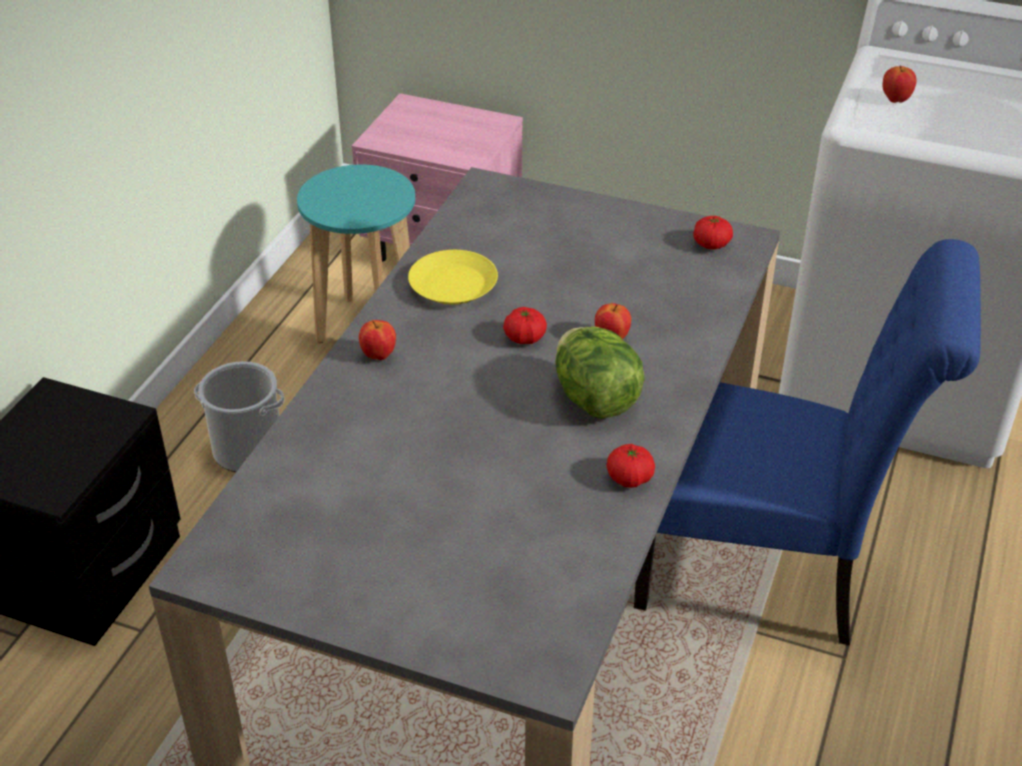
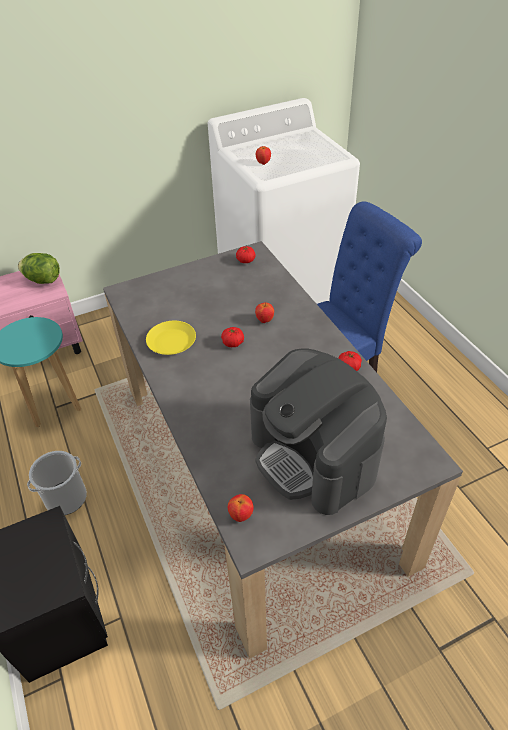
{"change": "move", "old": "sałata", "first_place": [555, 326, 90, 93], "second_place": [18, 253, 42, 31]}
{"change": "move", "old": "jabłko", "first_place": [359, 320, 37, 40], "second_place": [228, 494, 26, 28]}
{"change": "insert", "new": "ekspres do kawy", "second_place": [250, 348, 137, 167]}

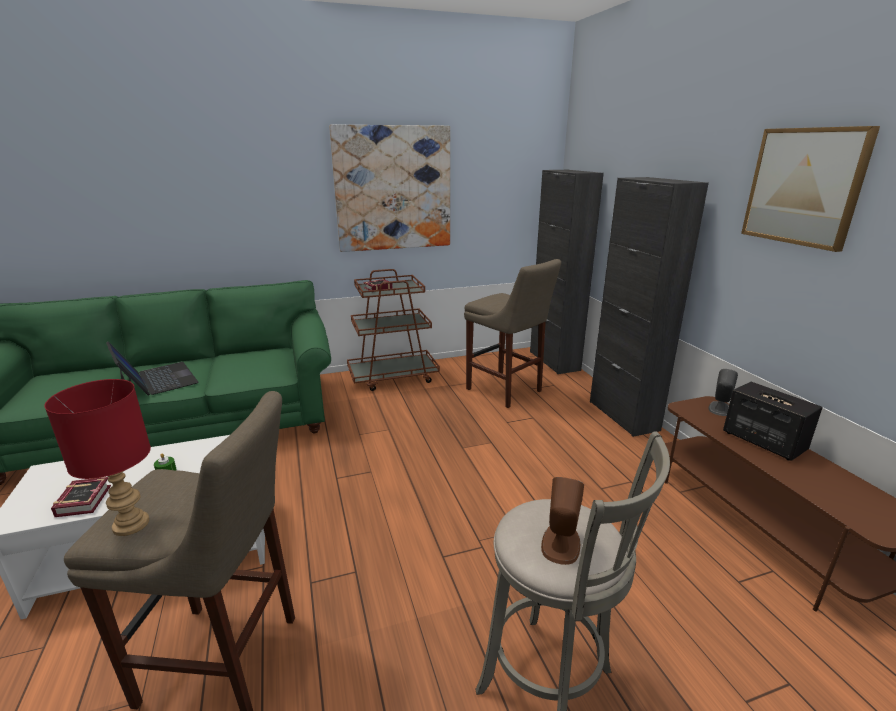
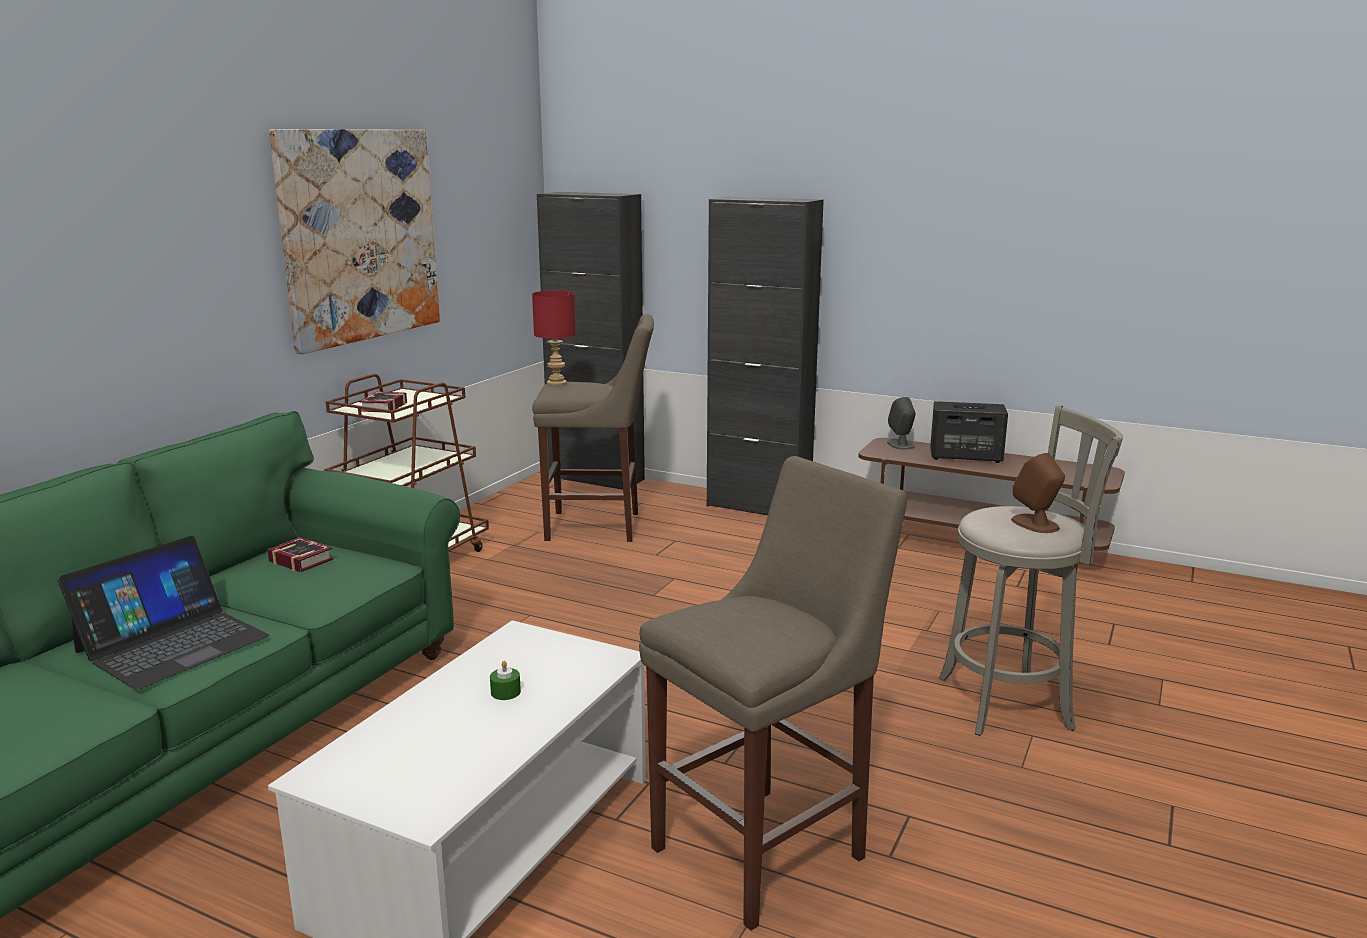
{"change": "rotate", "old": "laptop", "first_place": [106, 342, 93, 53], "second_place": [57, 536, 213, 154], "degrees": 120}
{"change": "move", "old": "książka", "first_place": [51, 477, 60, 40], "second_place": [267, 537, 66, 35]}
{"change": "move", "old": "lampa stołowa/czerwony", "first_place": [45, 379, 106, 157], "second_place": [532, 290, 44, 96]}
{"change": "delete", "old": "obraz", "first_place": [741, 126, 139, 126]}

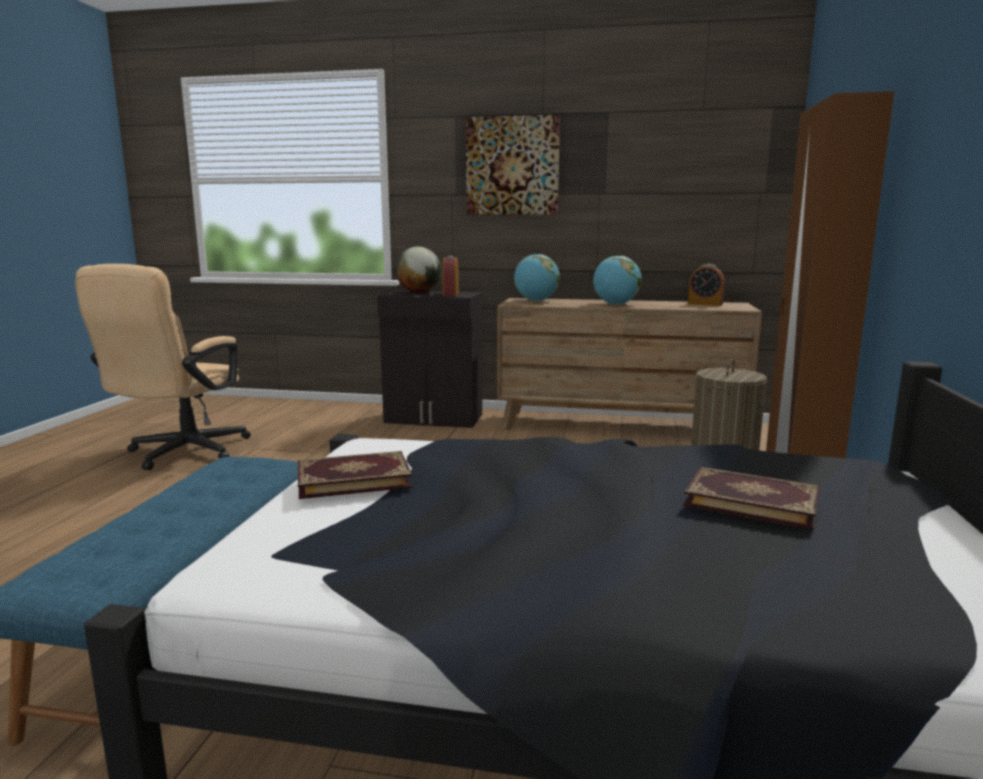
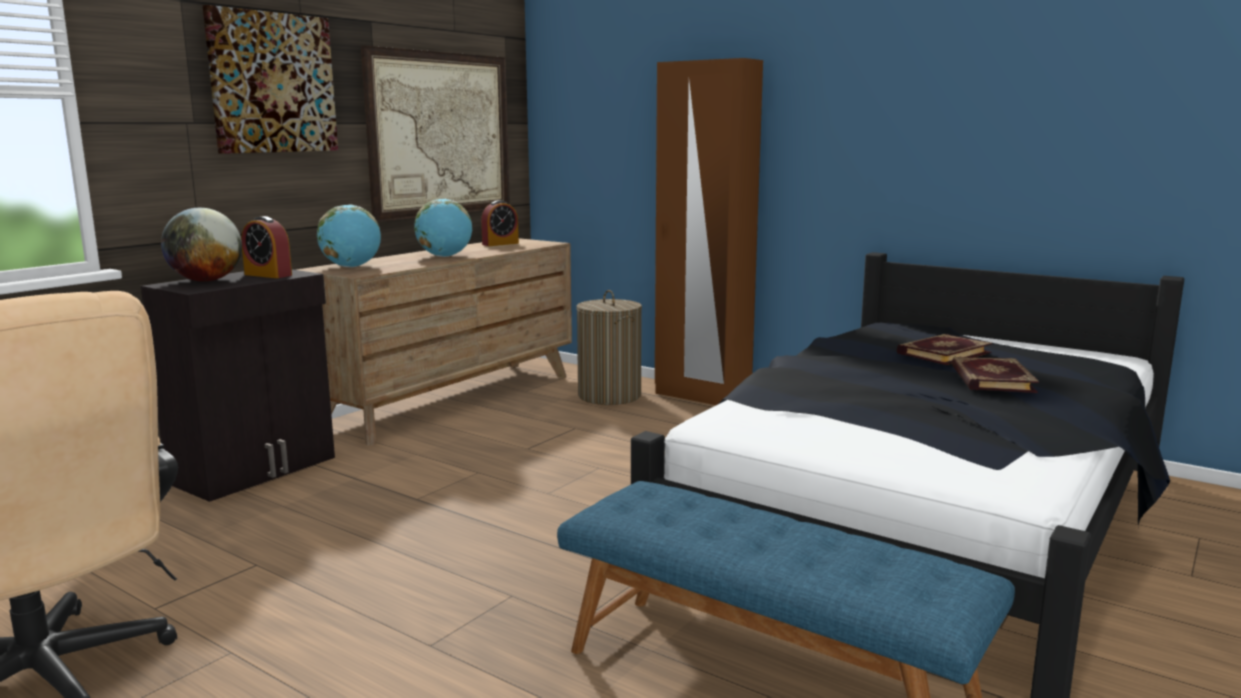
{"change": "insert", "new": "obraz", "second_place": [361, 45, 149, 177]}
{"change": "move", "old": "książka", "first_place": [298, 451, 114, 48], "second_place": [952, 356, 87, 37]}

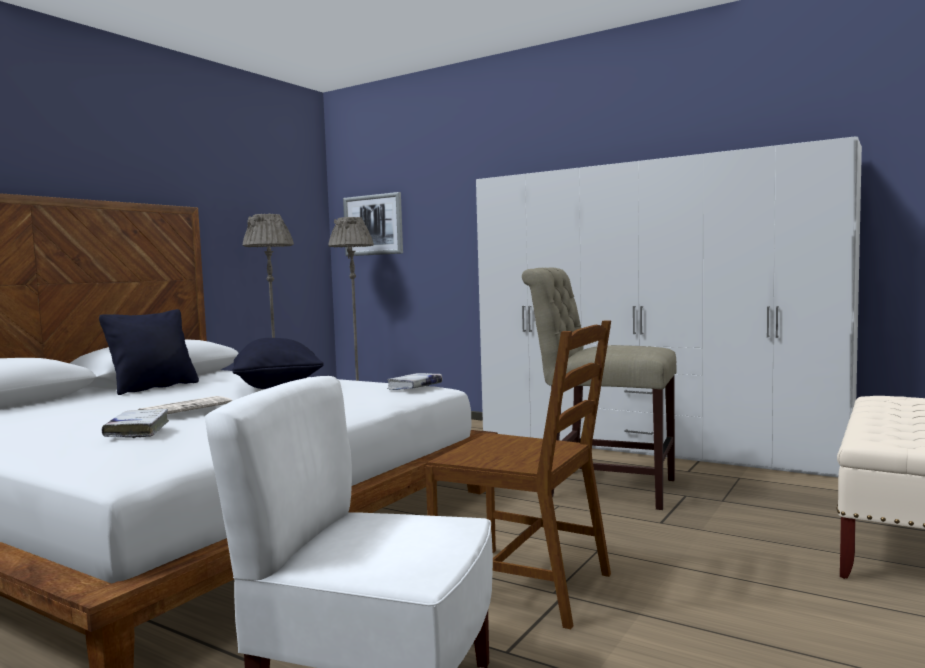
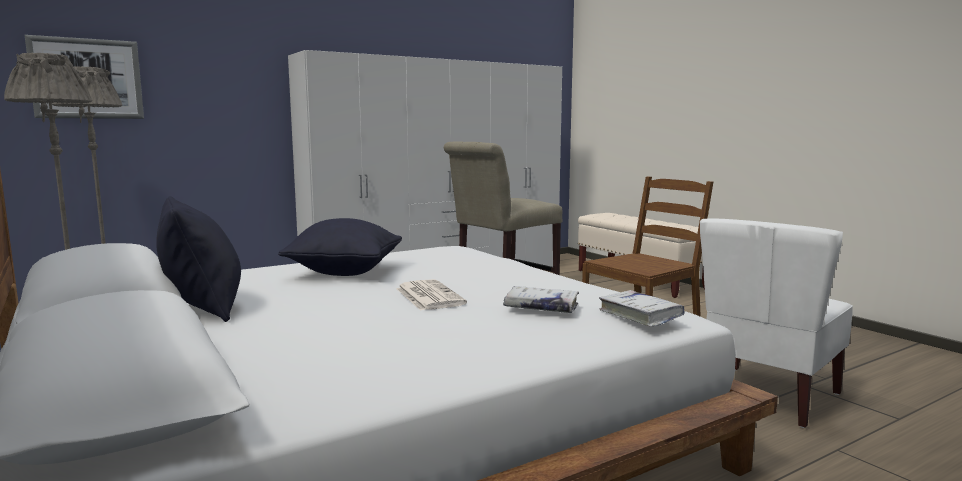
{"change": "move", "old": "książka/biały", "first_place": [387, 373, 55, 17], "second_place": [599, 290, 86, 37]}

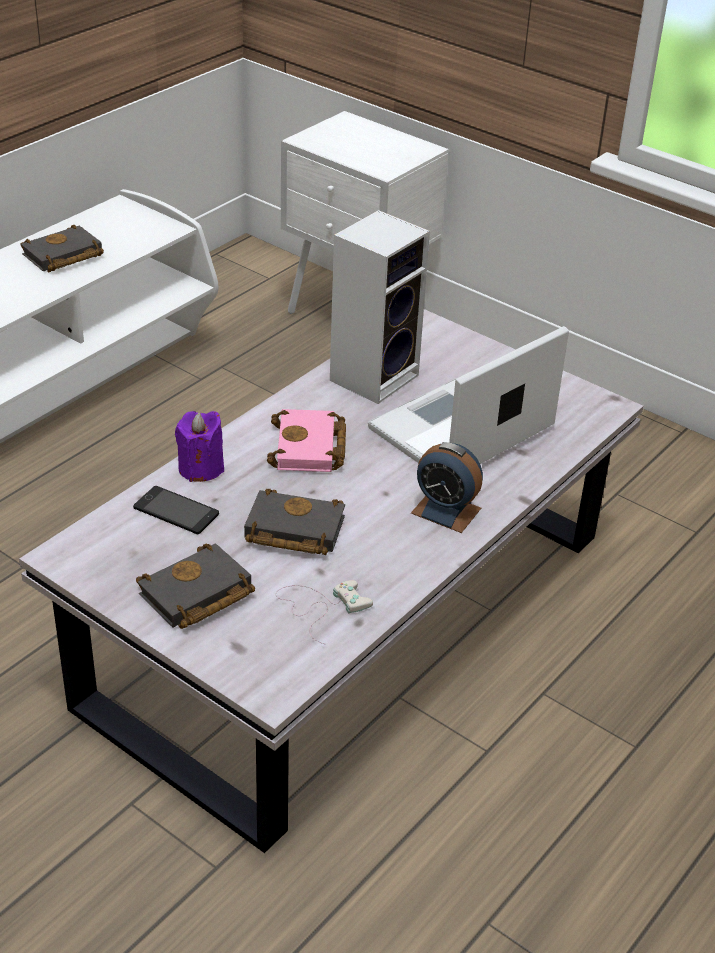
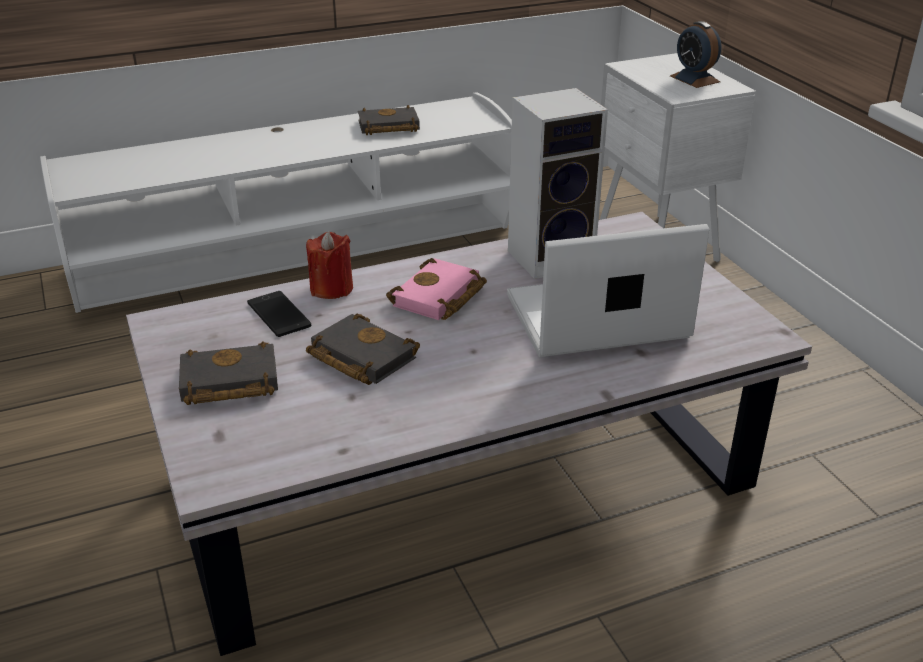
{"change": "recolor", "old": "świeca/fioletowy", "new": "świeca/czerwony", "first_place": [175, 411, 49, 71], "second_place": [306, 231, 47, 68]}
{"change": "move", "old": "budzik", "first_place": [411, 442, 72, 91], "second_place": [670, 21, 52, 67]}
{"change": "delete", "old": "pad do gier/biały", "first_place": [275, 580, 98, 64]}

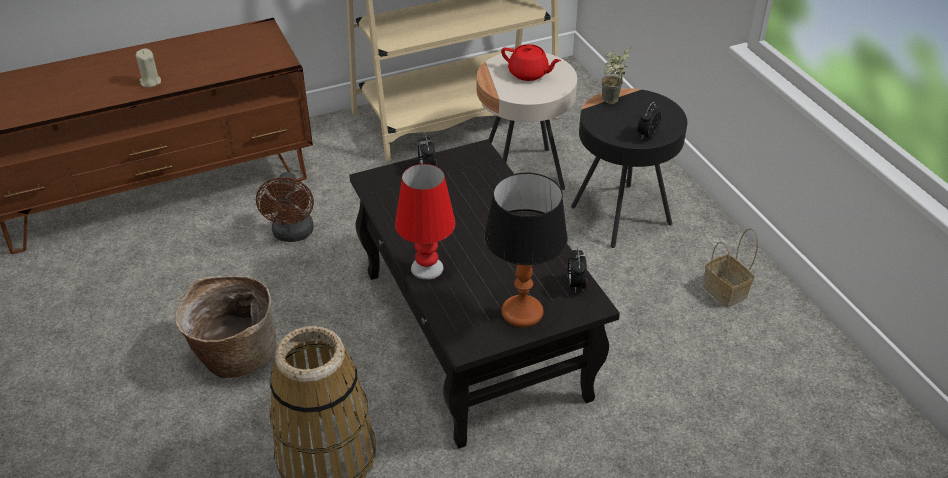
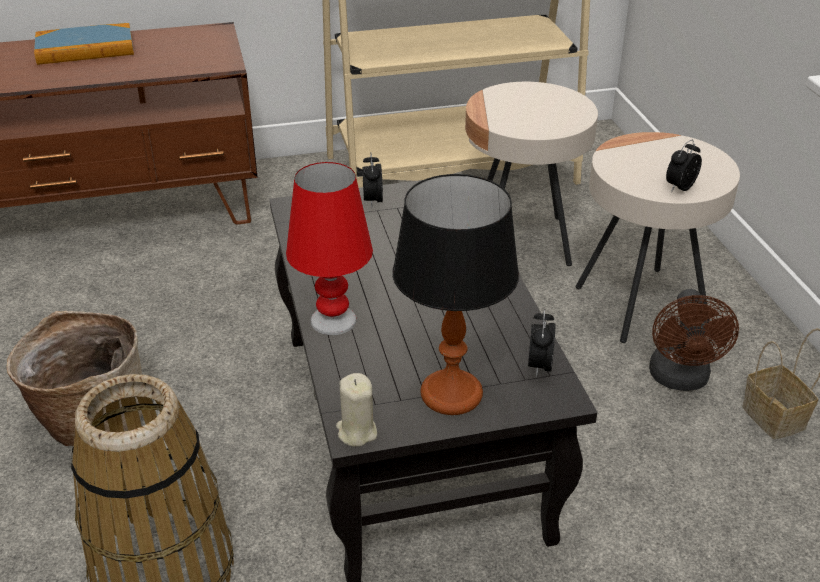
{"change": "insert", "new": "książka", "second_place": [34, 23, 100, 42]}
{"change": "move", "old": "świeca/beżowy", "first_place": [136, 49, 25, 39], "second_place": [336, 373, 41, 74]}
{"change": "recolor", "old": "stolik/czarny", "new": "stolik/beżowy", "first_place": [571, 88, 116, 160], "second_place": [576, 132, 164, 211]}
{"change": "move", "old": "wentylator/brązowy", "first_place": [256, 172, 58, 70], "second_place": [649, 289, 90, 102]}
{"change": "delete", "old": "imbryk/czerwony", "first_place": [501, 44, 60, 37]}
{"change": "delete", "old": "roślina doniczkowa", "first_place": [601, 47, 31, 57]}

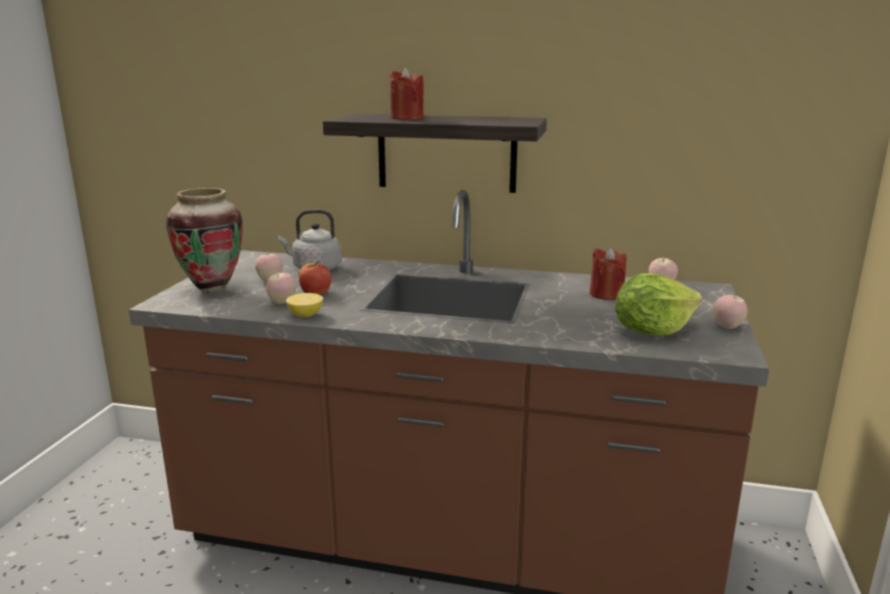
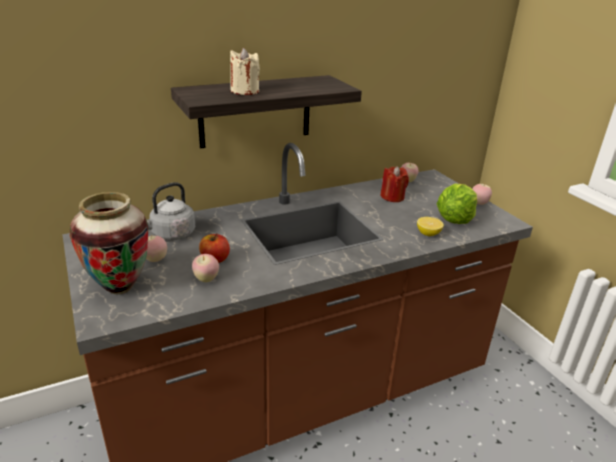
{"change": "recolor", "old": "świeca/czerwony", "new": "świeca/beżowy", "first_place": [390, 67, 34, 53], "second_place": [230, 48, 30, 47]}
{"change": "move", "old": "cytryna", "first_place": [286, 293, 37, 24], "second_place": [417, 217, 27, 19]}

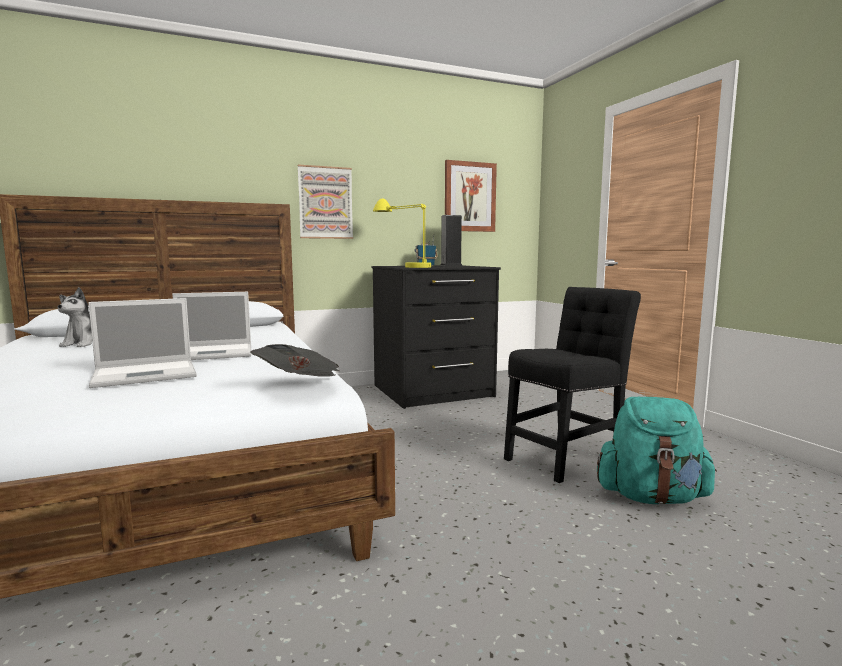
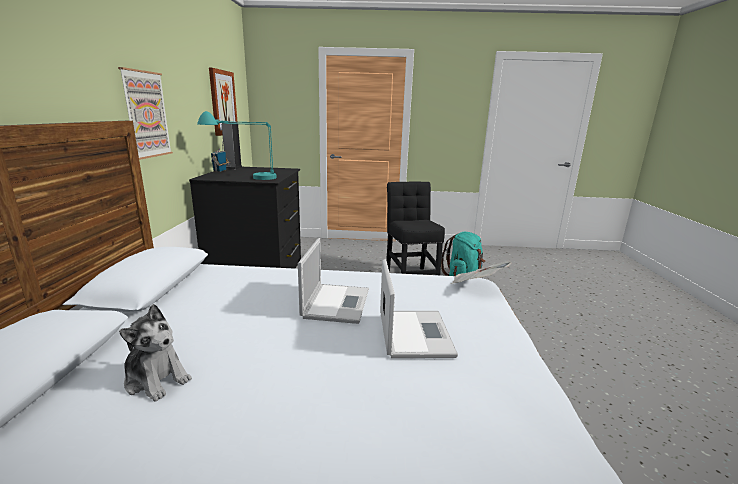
{"change": "recolor", "old": "lampa stołowa/żółty", "new": "lampa stołowa/turkusowy", "first_place": [373, 198, 58, 70], "second_place": [197, 111, 80, 69]}

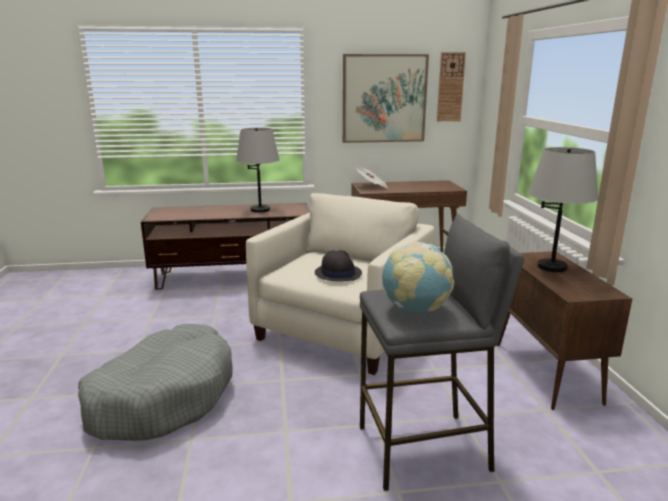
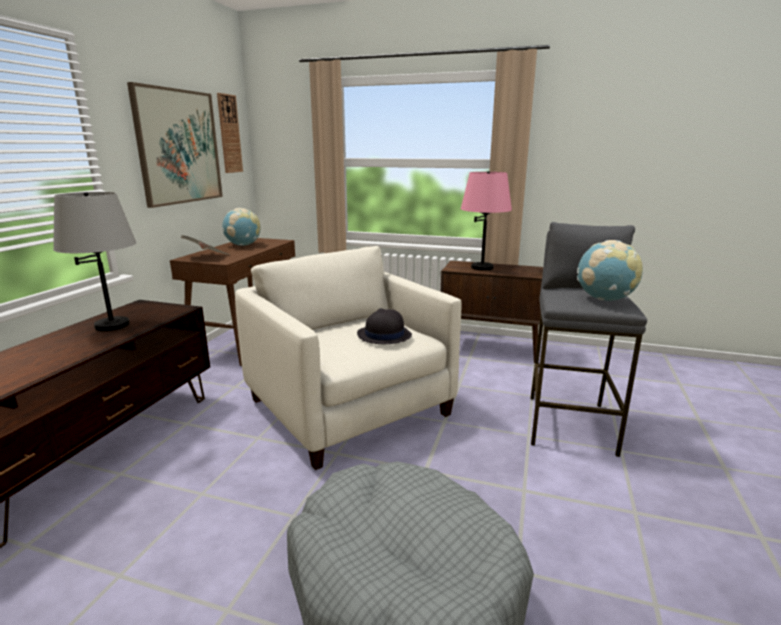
{"change": "insert", "new": "globus", "second_place": [222, 208, 39, 38]}
{"change": "recolor", "old": "lampa stołowa/szary", "new": "lampa stołowa/różowy", "first_place": [528, 147, 70, 125], "second_place": [461, 171, 51, 100]}

